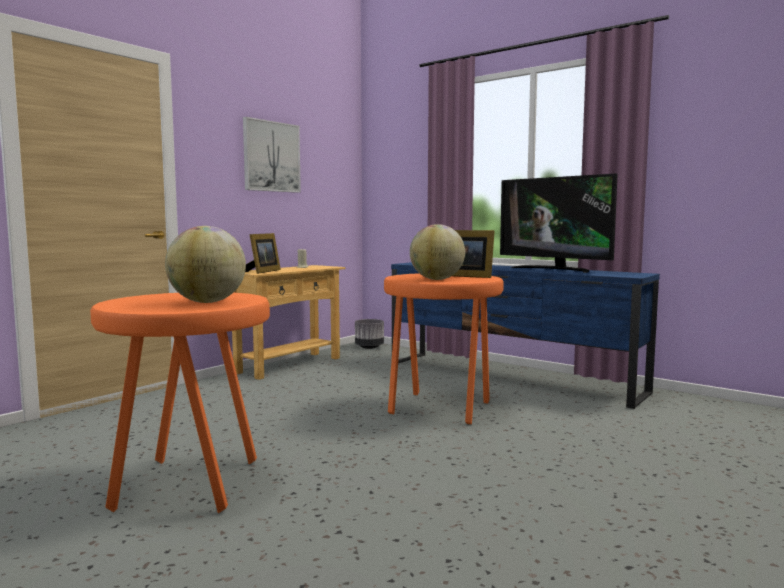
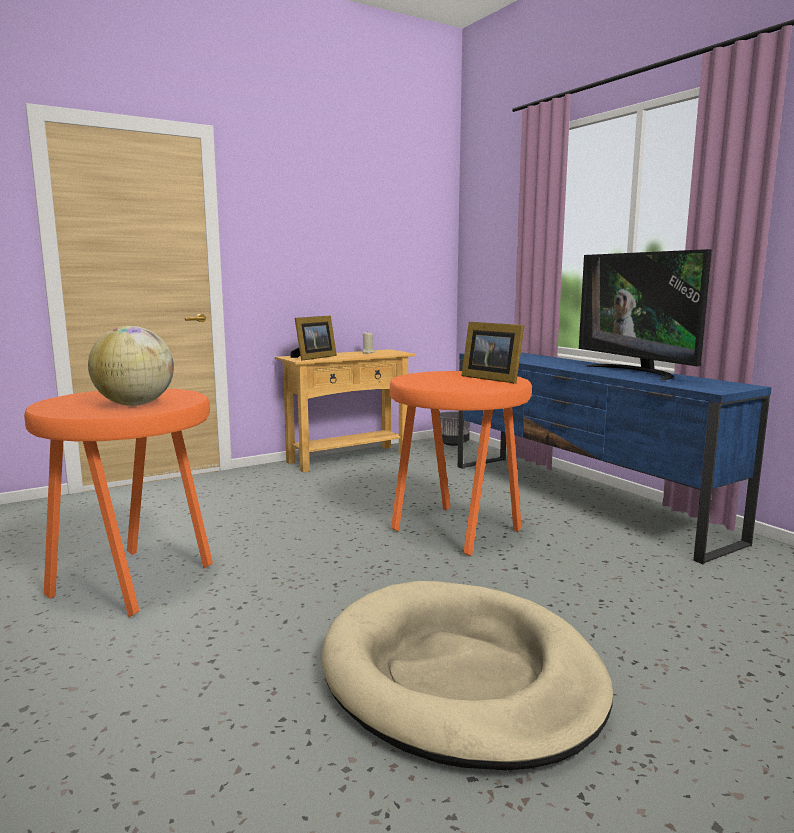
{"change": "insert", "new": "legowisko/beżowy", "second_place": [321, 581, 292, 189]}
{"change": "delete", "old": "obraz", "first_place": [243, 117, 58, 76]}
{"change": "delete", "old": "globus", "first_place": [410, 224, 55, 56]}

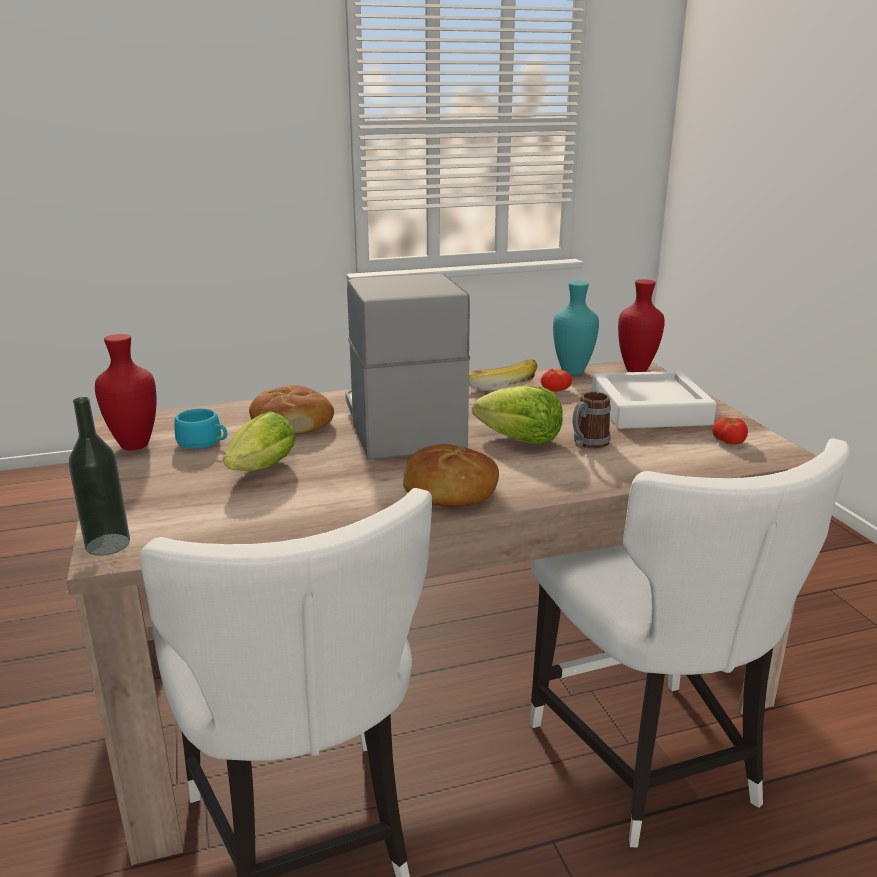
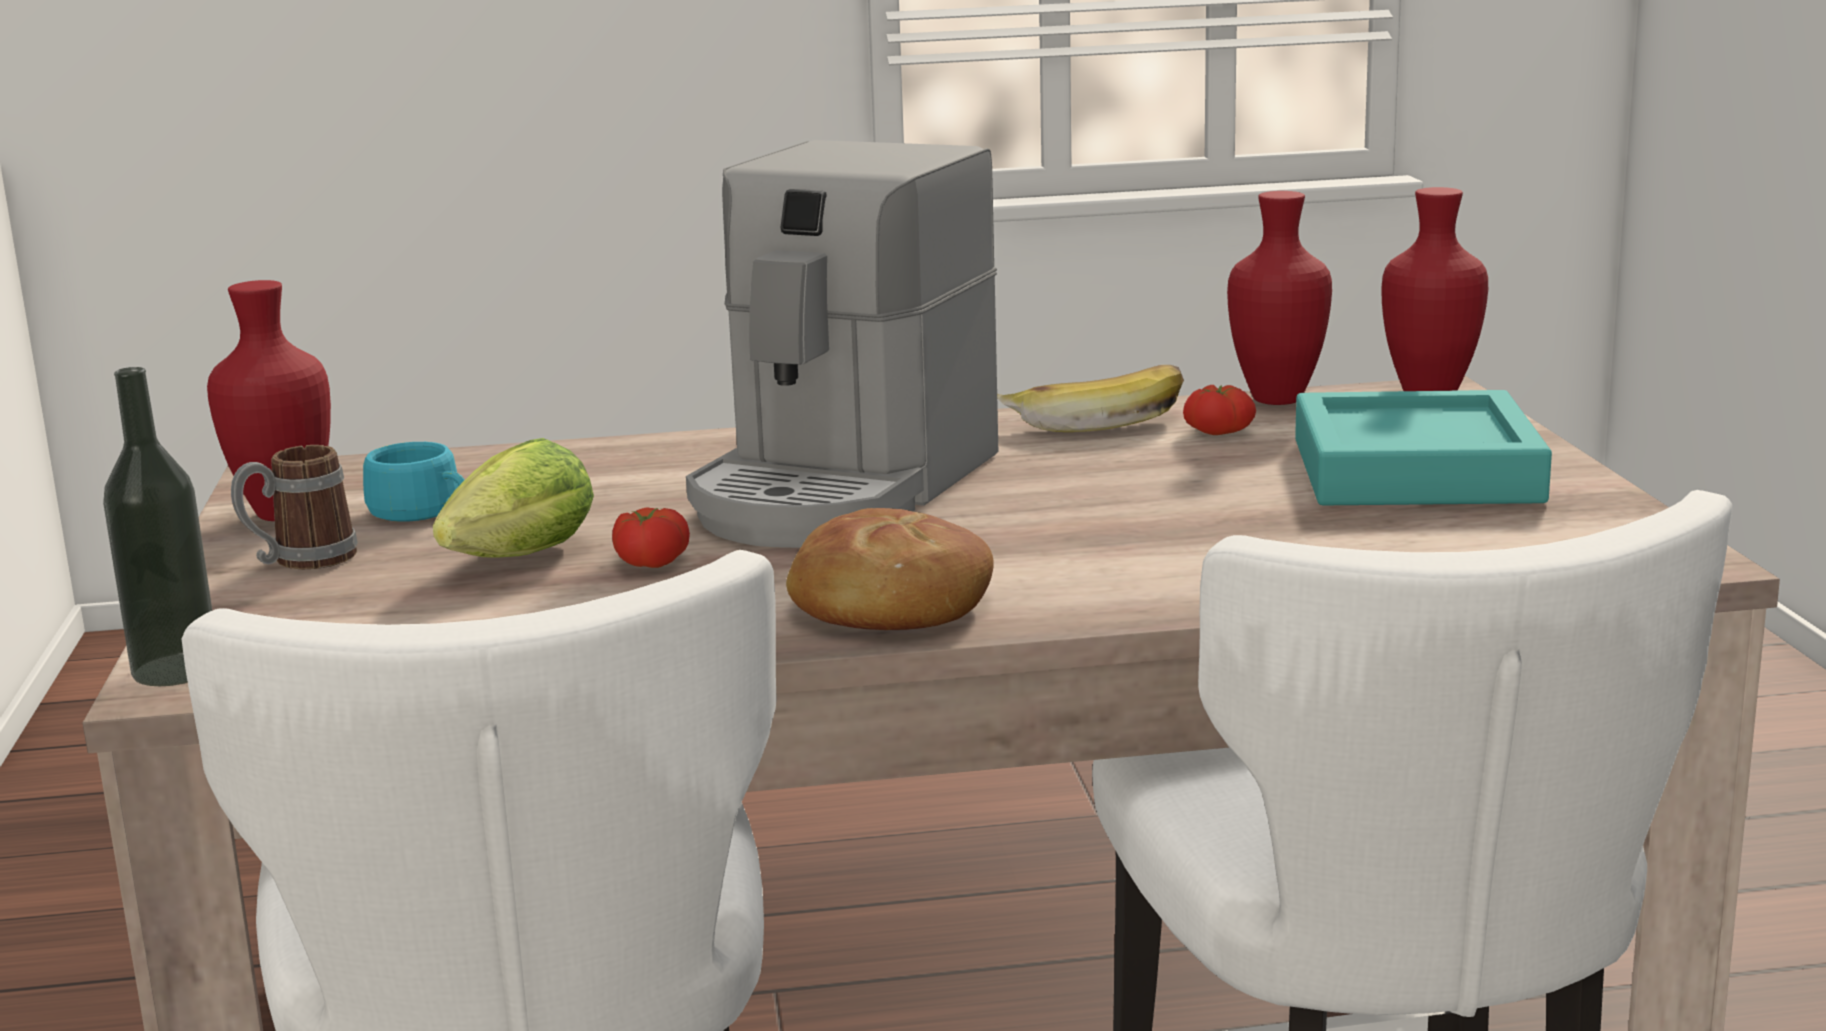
{"change": "move", "old": "kubek", "first_place": [572, 392, 39, 57], "second_place": [231, 445, 127, 125]}
{"change": "move", "old": "pomidor", "first_place": [712, 418, 36, 27], "second_place": [612, 507, 78, 61]}
{"change": "rotate", "old": "ekspres do kawy", "first_place": [345, 273, 126, 187], "second_place": [686, 140, 312, 408], "degrees": -150}
{"change": "recolor", "old": "wazon/turkusowy", "new": "wazon/czerwony", "first_place": [553, 281, 46, 94], "second_place": [1227, 191, 105, 214]}
{"change": "recolor", "old": "taca/biały", "new": "taca/turkusowy", "first_place": [591, 371, 126, 58], "second_place": [1295, 390, 257, 115]}
{"change": "delete", "old": "chleb", "first_place": [249, 385, 85, 49]}
{"change": "delete", "old": "sałata", "first_place": [472, 385, 91, 60]}

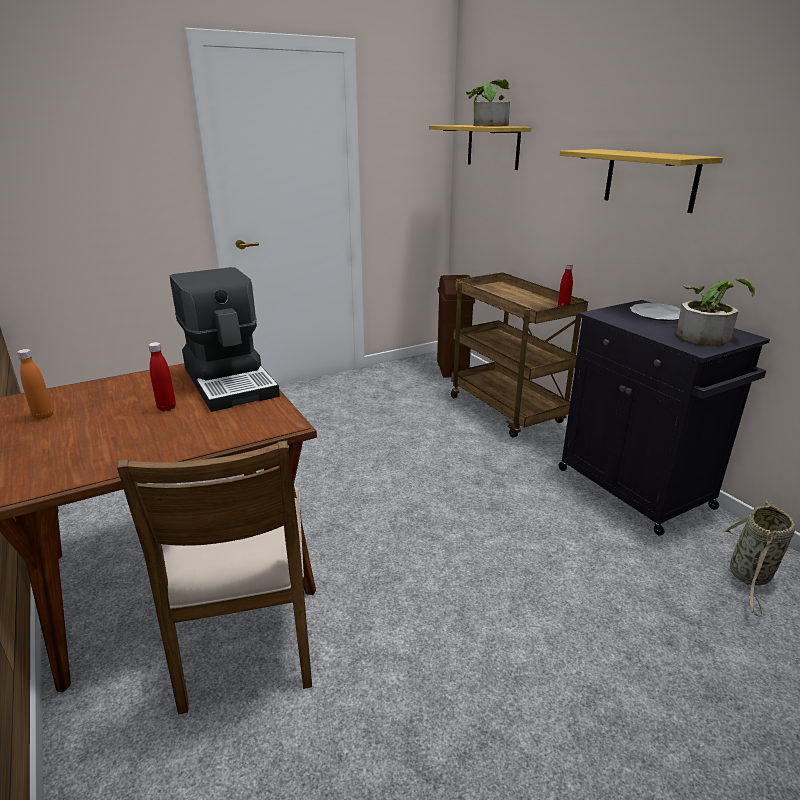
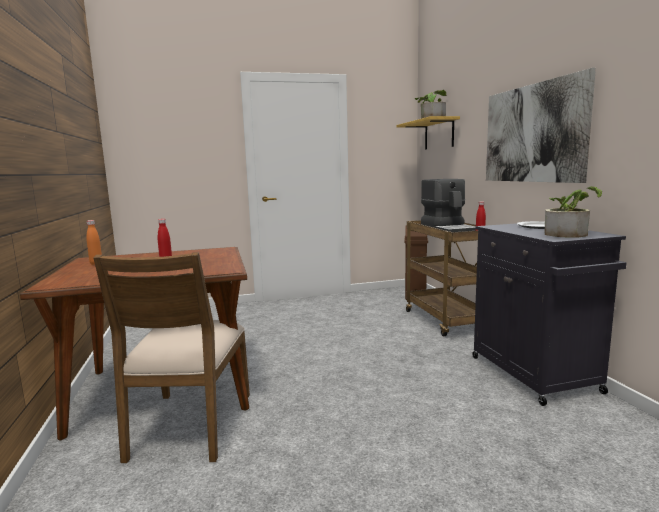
{"change": "move", "old": "ekspres do kawy", "first_place": [170, 267, 110, 145], "second_place": [421, 179, 55, 53]}
{"change": "replace", "old": "półka", "new": "obraz", "first_place": [560, 149, 163, 64], "second_place": [486, 68, 110, 115]}
{"change": "delete", "old": "koszyk", "first_place": [724, 500, 72, 117]}

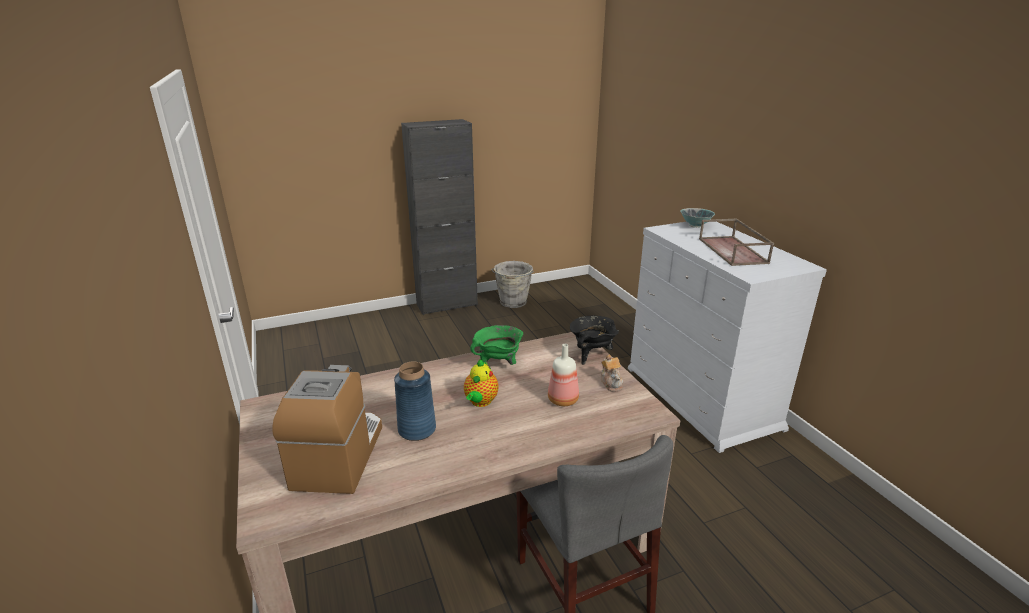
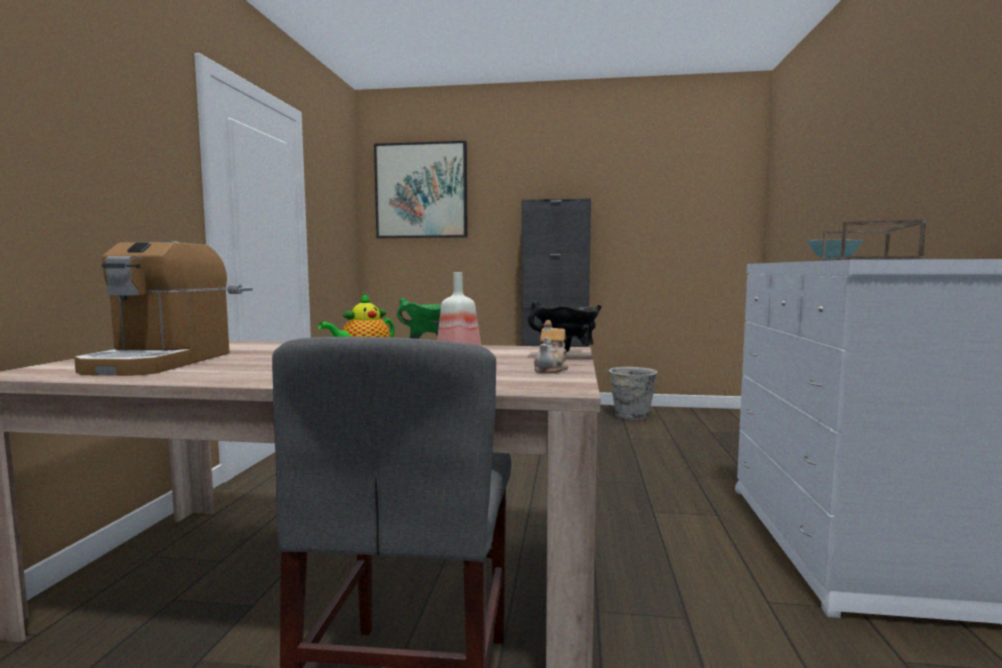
{"change": "rotate", "old": "ekspres do kawy", "first_place": [272, 365, 110, 129], "second_place": [74, 240, 155, 136], "degrees": 150}
{"change": "insert", "new": "obraz", "second_place": [374, 141, 94, 97]}
{"change": "delete", "old": "wazon/niebieski", "first_place": [394, 362, 42, 79]}

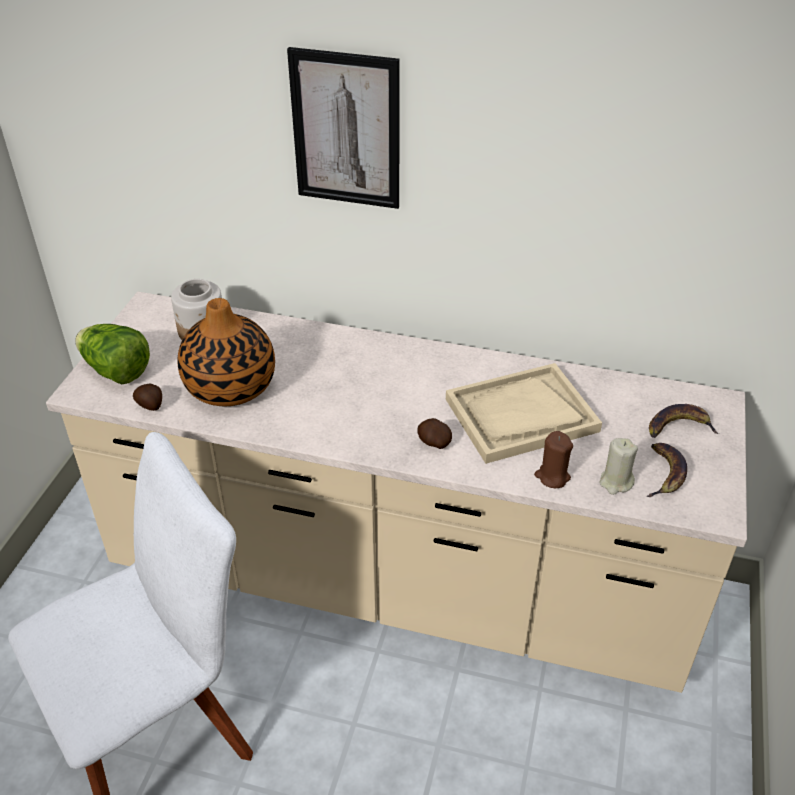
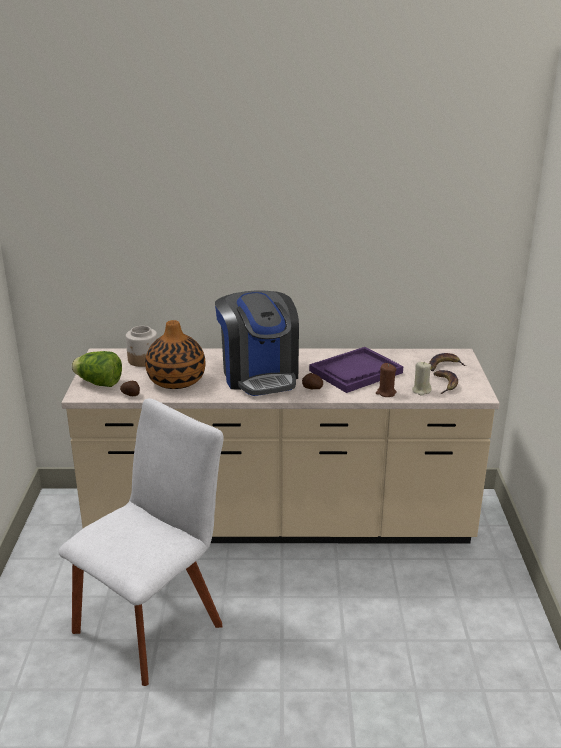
{"change": "insert", "new": "ekspres do kawy", "second_place": [215, 291, 84, 105]}
{"change": "recolor", "old": "taca/beżowy", "new": "taca/fioletowy", "first_place": [446, 363, 156, 101], "second_place": [309, 347, 94, 46]}
{"change": "delete", "old": "obraz", "first_place": [287, 47, 113, 162]}

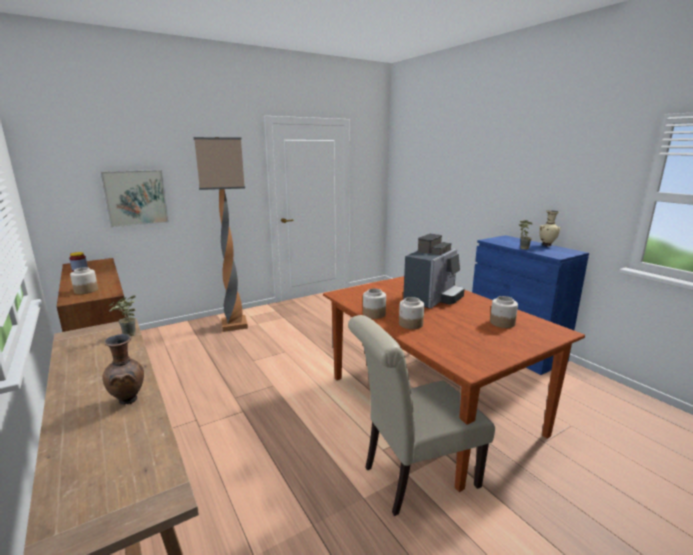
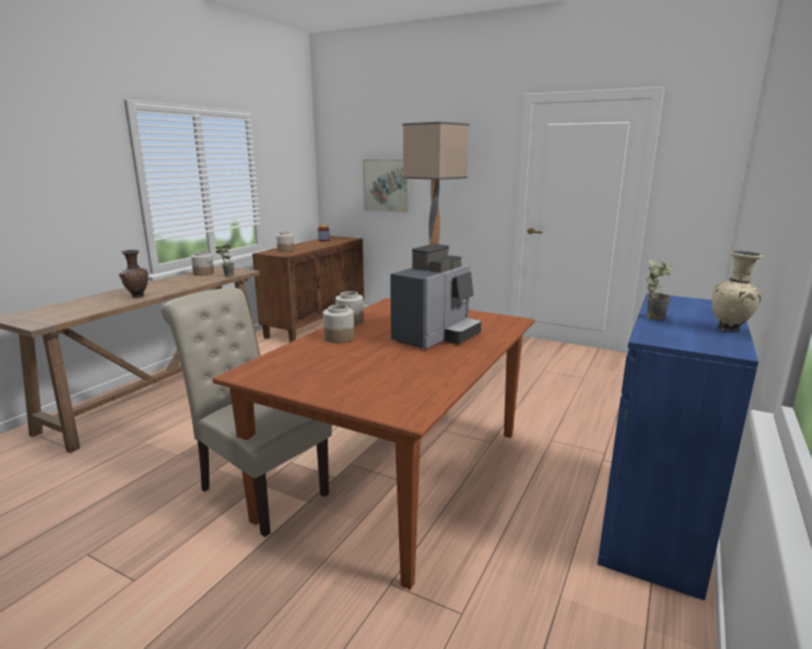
{"change": "move", "old": "słoik", "first_place": [490, 296, 28, 32], "second_place": [191, 251, 23, 25]}
{"change": "rotate", "old": "ekspres do kawy", "first_place": [403, 234, 62, 74], "second_place": [390, 244, 92, 105], "degrees": -60}

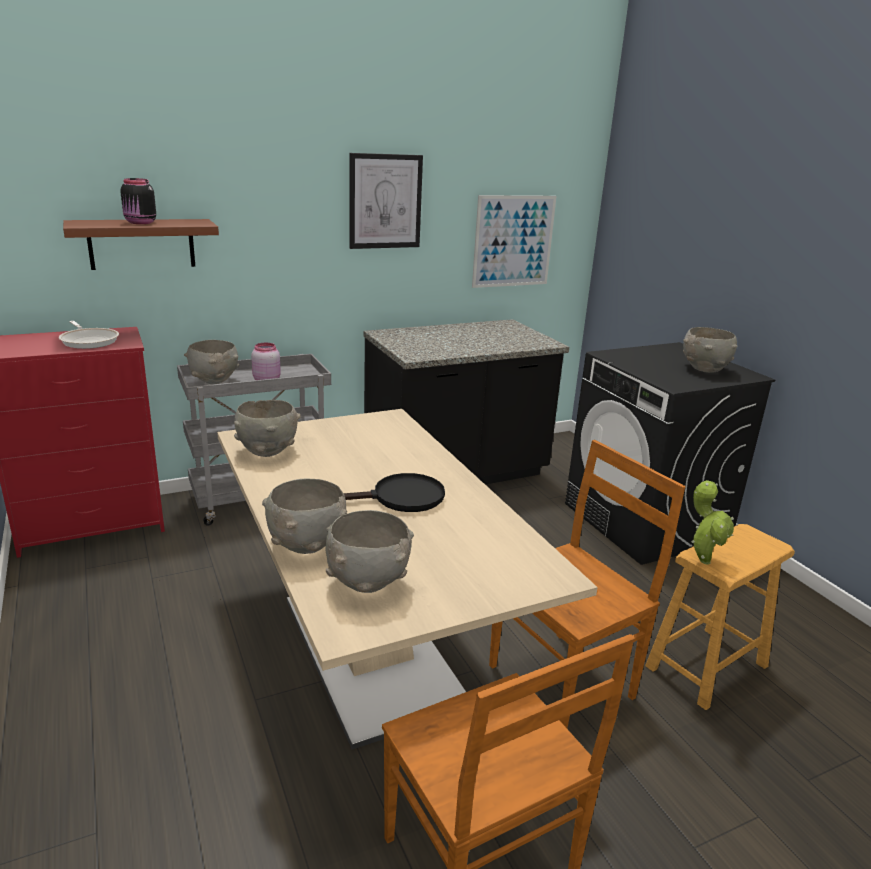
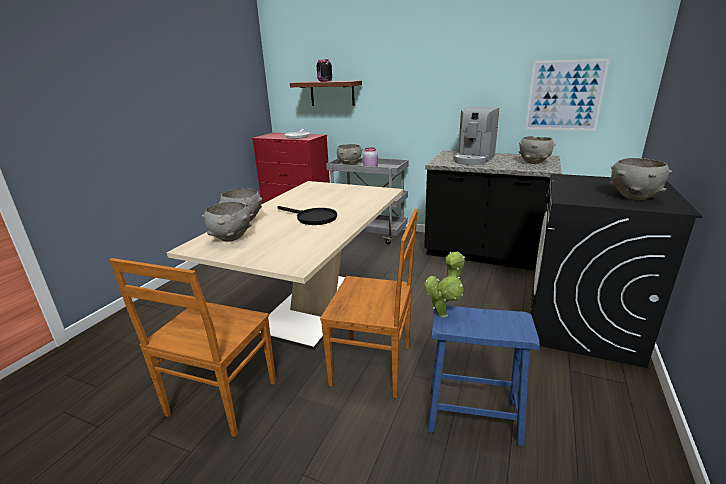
{"change": "recolor", "old": "stołek/brązowy", "new": "stołek/niebieski", "first_place": [645, 524, 150, 186], "second_place": [428, 305, 112, 141]}
{"change": "insert", "new": "ekspres do kawy", "second_place": [453, 107, 46, 58]}
{"change": "move", "old": "miska/szary", "first_place": [234, 400, 67, 57], "second_place": [519, 136, 36, 28]}
{"change": "delete", "old": "obraz", "first_place": [349, 153, 74, 96]}

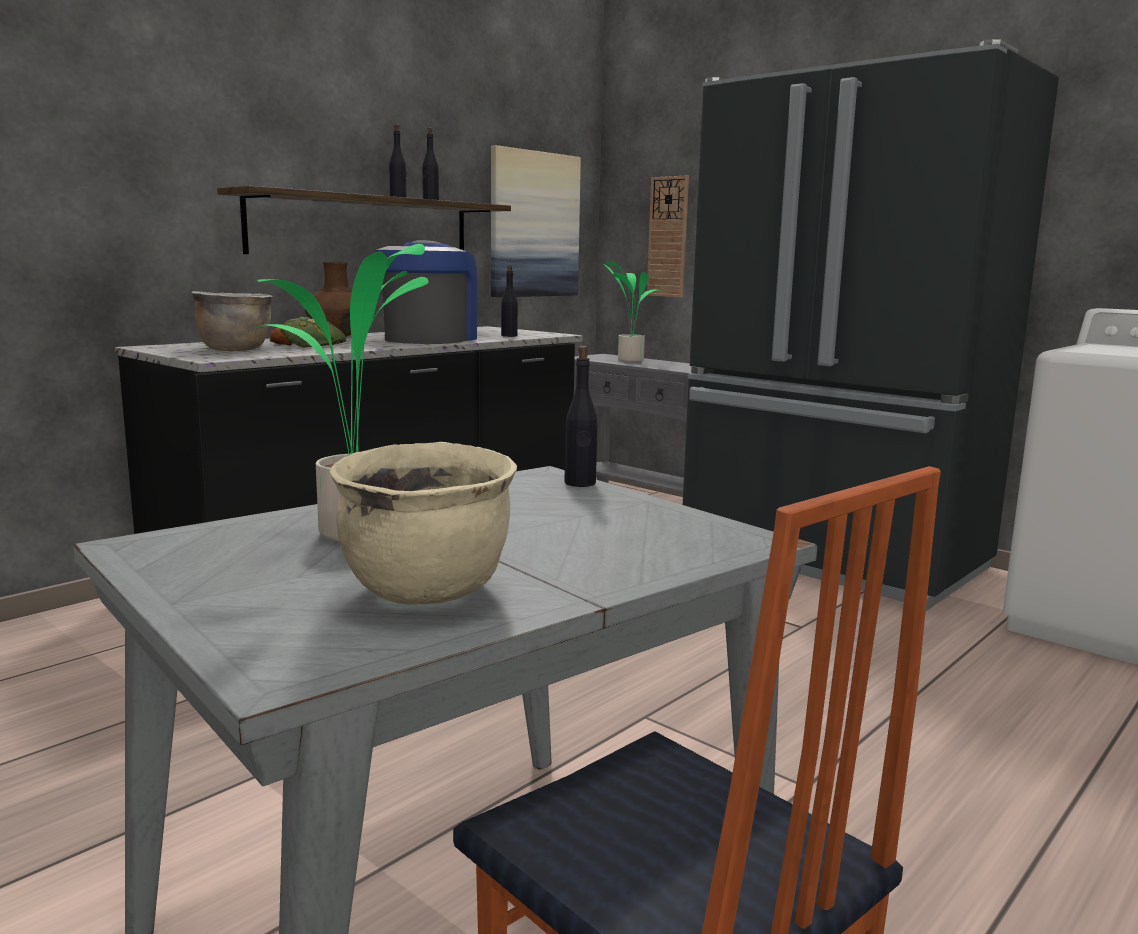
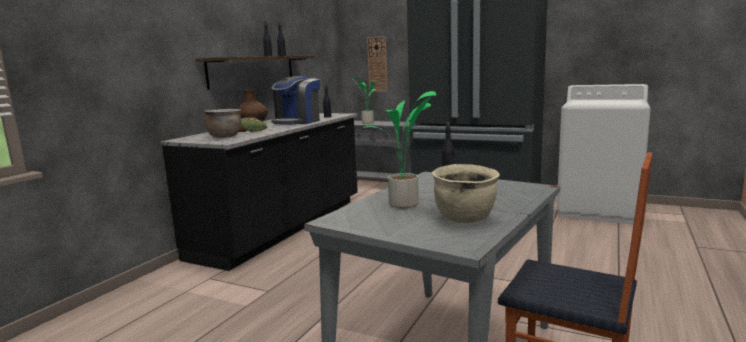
{"change": "rotate", "old": "ekspres do kawy", "first_place": [376, 240, 101, 104], "second_place": [271, 76, 49, 49], "degrees": -150}
{"change": "delete", "old": "obraz", "first_place": [491, 145, 90, 152]}

